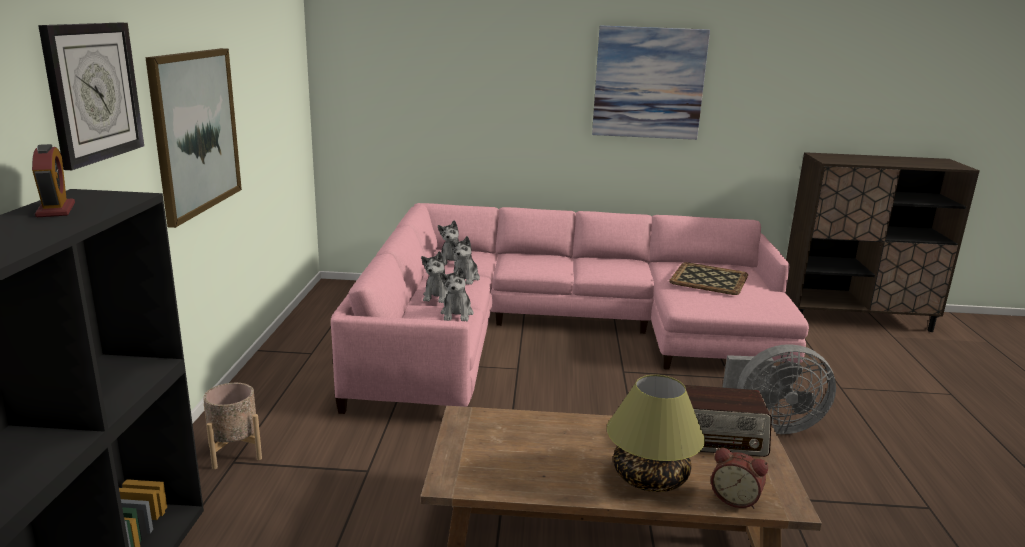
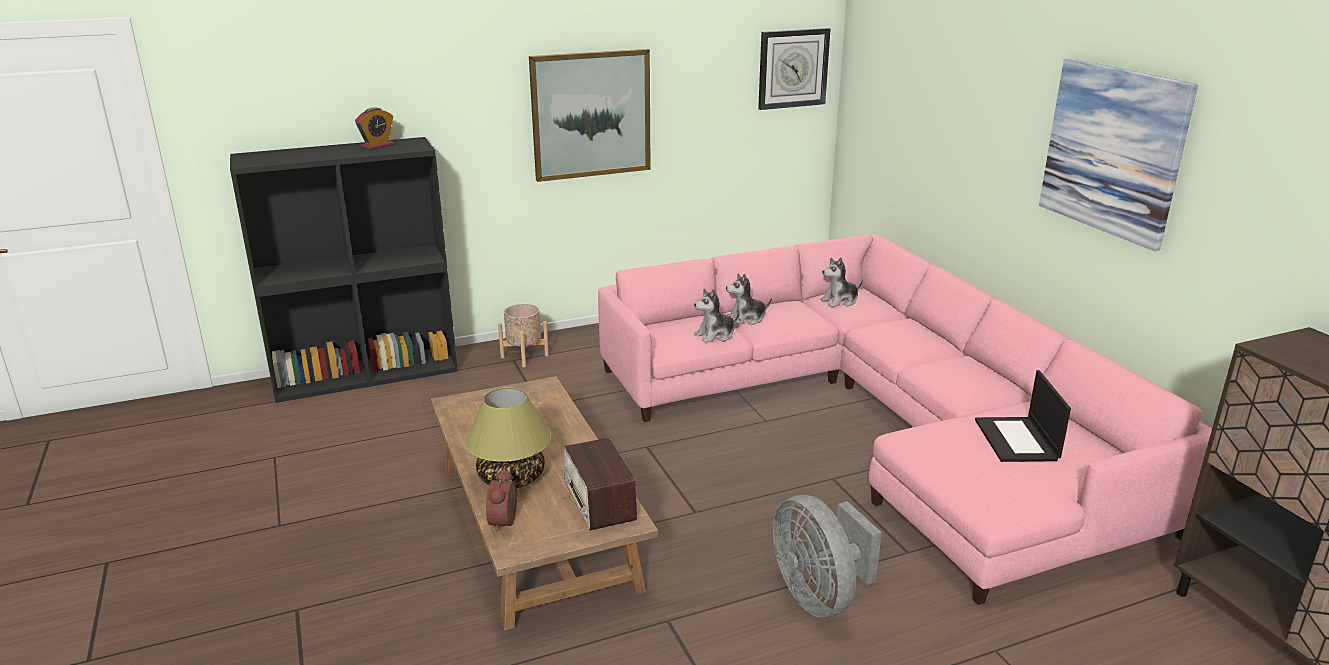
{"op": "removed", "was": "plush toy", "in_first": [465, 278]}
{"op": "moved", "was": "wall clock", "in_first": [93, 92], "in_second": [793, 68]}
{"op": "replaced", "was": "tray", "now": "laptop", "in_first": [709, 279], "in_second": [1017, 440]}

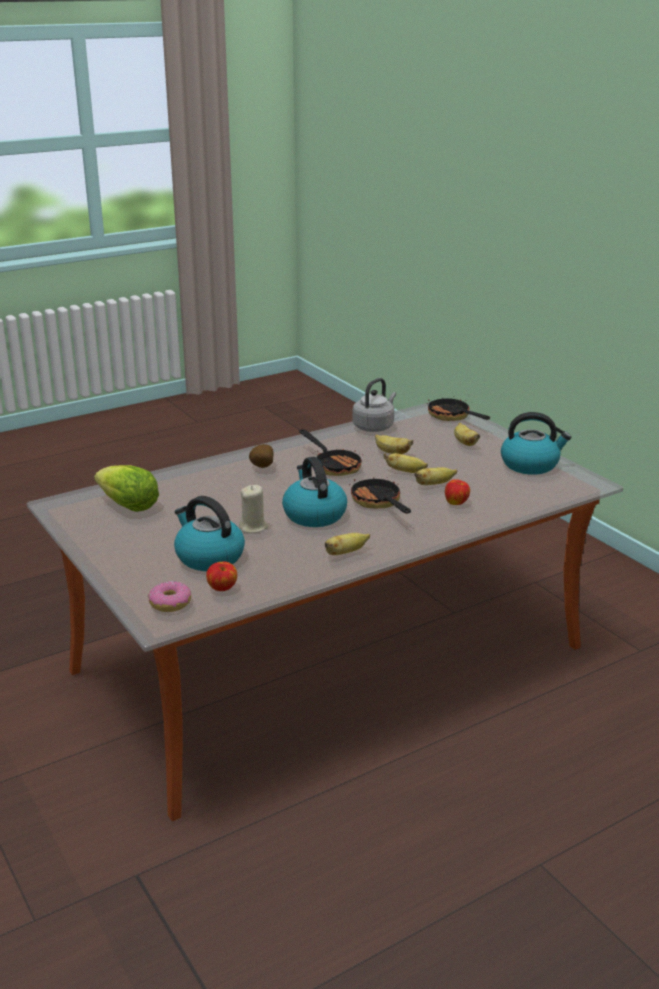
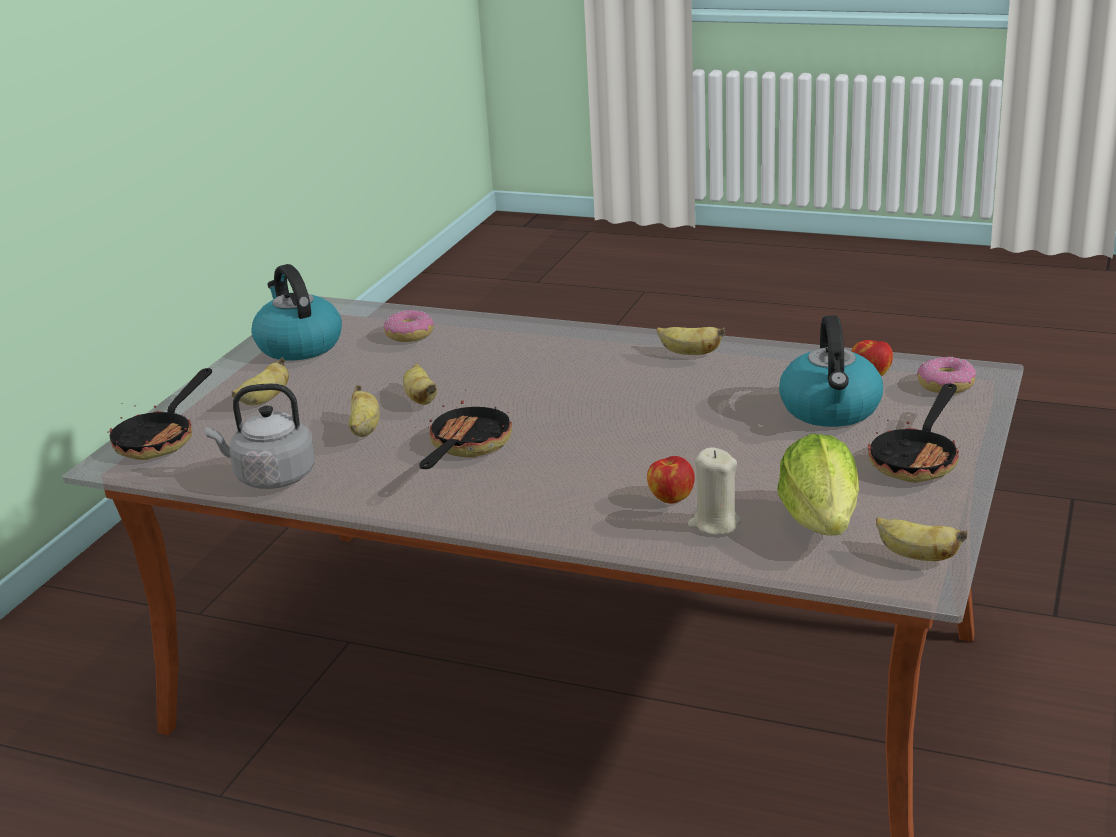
{"op": "removed", "was": "potato", "in_first": [261, 468]}
{"op": "removed", "was": "kettle", "in_first": [313, 514]}
{"op": "added", "now": "donut", "in_second": [410, 335]}
{"op": "moved", "was": "candle in beige", "in_first": [253, 527], "in_second": [714, 523]}
{"op": "moved", "was": "frying pan", "in_first": [378, 503], "in_second": [918, 459]}
{"op": "moved", "was": "banana", "in_first": [434, 484], "in_second": [916, 556]}
{"op": "moved", "was": "apple", "in_first": [456, 503], "in_second": [670, 498]}

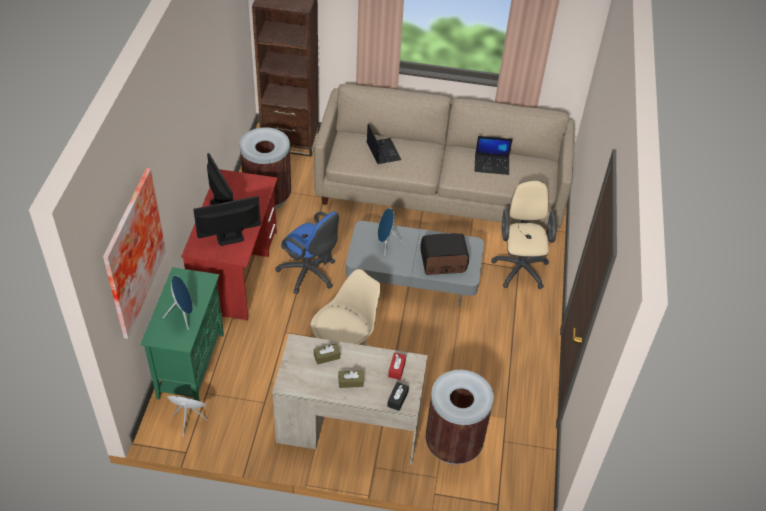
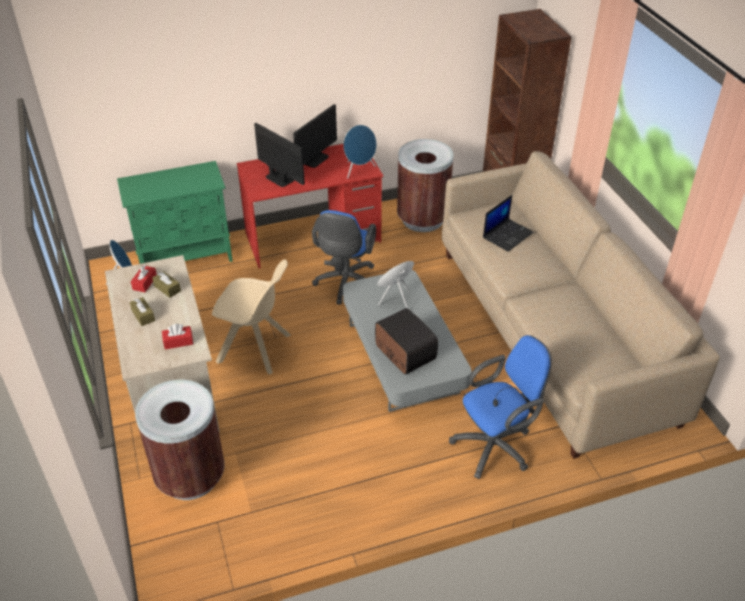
{"op": "removed", "was": "picture", "in_first": [130, 252]}
{"op": "removed", "was": "tissue box in black", "in_first": [397, 399]}
{"op": "removed", "was": "laptop", "in_first": [492, 164]}
{"op": "added", "now": "tissue box in red", "in_second": [145, 283]}
{"op": "moved", "was": "speaker in blue", "in_first": [183, 315], "in_second": [359, 170]}
{"op": "recoloured", "was": "office chair in beige", "now": "office chair in blue", "in_first": [520, 266], "in_second": [496, 445]}

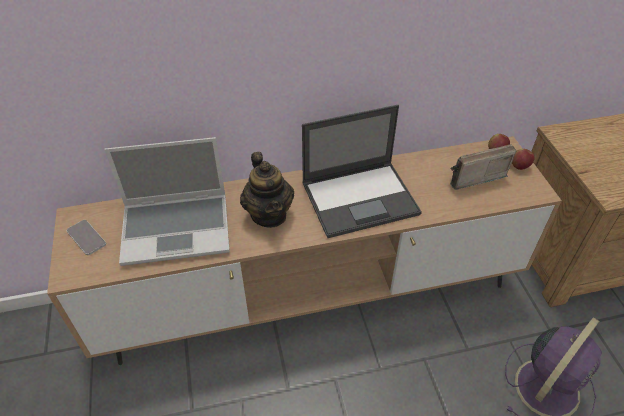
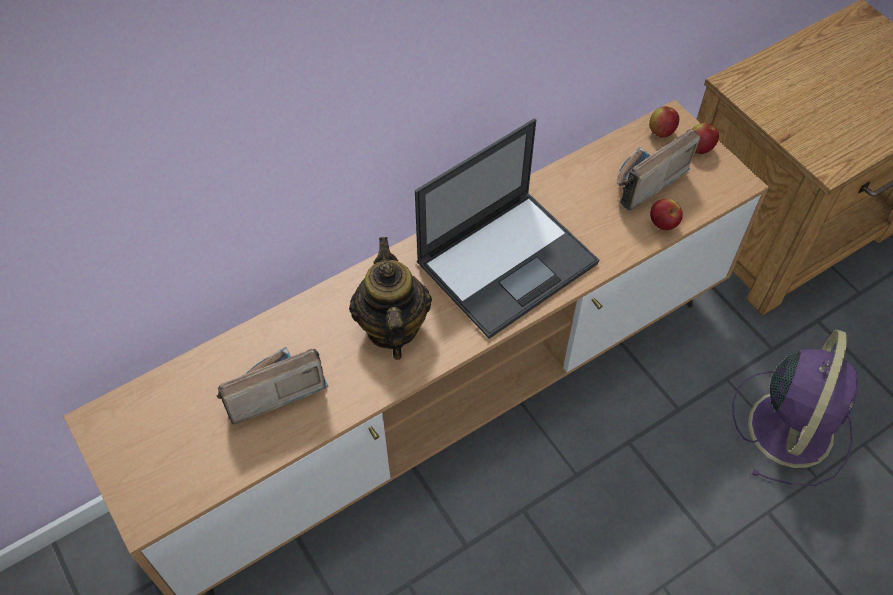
{"op": "removed", "was": "phone", "in_first": [86, 238]}
{"op": "added", "now": "apple", "in_second": [663, 224]}
{"op": "replaced", "was": "laptop", "now": "radio", "in_first": [178, 228], "in_second": [270, 390]}
{"op": "turned", "was": "teapot", "in_first": [269, 214], "in_second": [391, 327], "clockwise": -150}

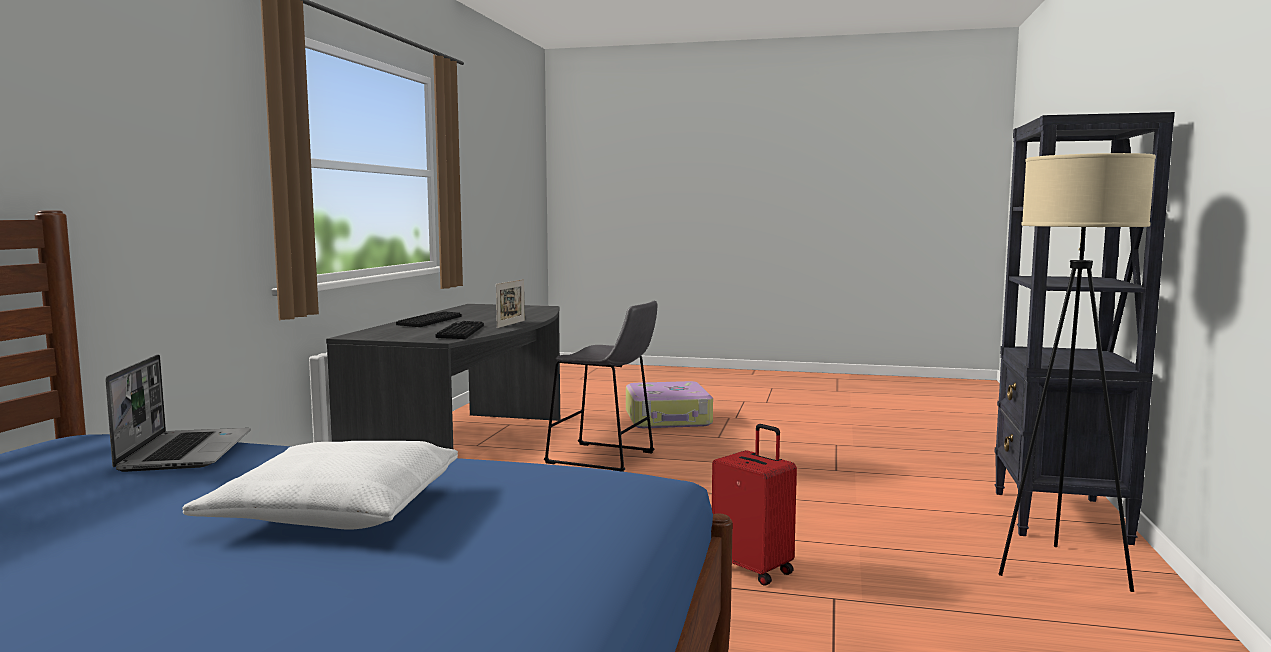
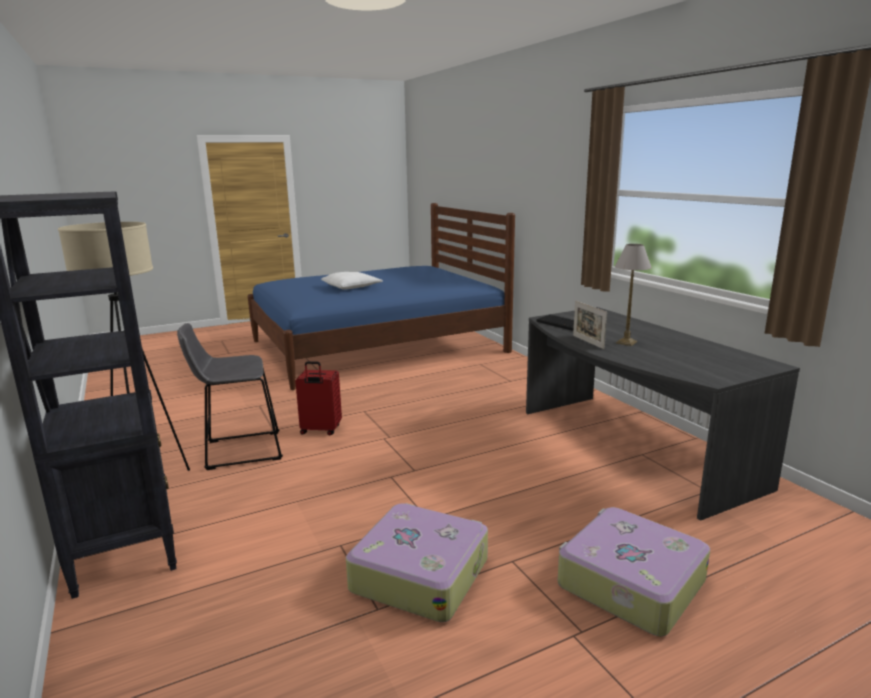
{"op": "removed", "was": "laptop", "in_first": [185, 452]}
{"op": "removed", "was": "keyboard", "in_first": [429, 321]}
{"op": "added", "now": "suitcase", "in_second": [419, 573]}
{"op": "added", "now": "table lamp", "in_second": [626, 342]}
{"op": "moved", "was": "stool in grey", "in_first": [605, 459], "in_second": [238, 451]}

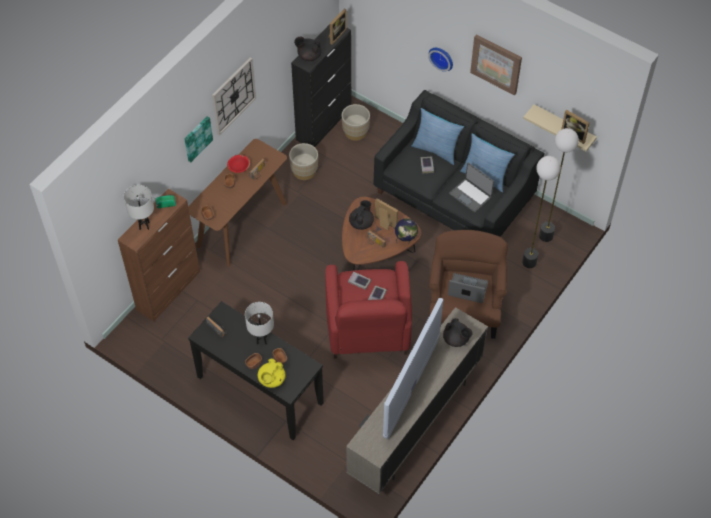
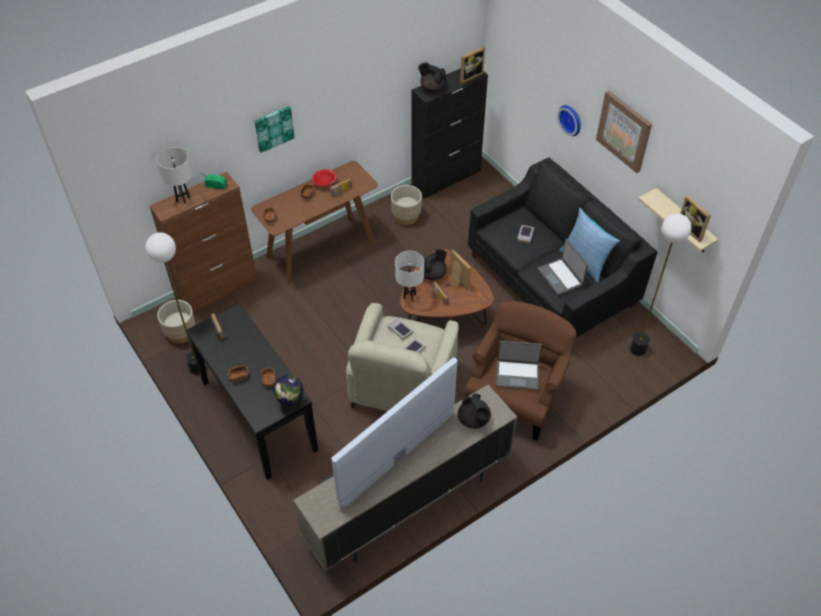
{"op": "removed", "was": "wall clock", "in_first": [233, 96]}
{"op": "removed", "was": "teapot in yellow", "in_first": [271, 380]}
{"op": "removed", "was": "pillow", "in_first": [436, 150]}
{"op": "moved", "was": "table lamp in white", "in_first": [261, 340], "in_second": [409, 296]}
{"op": "moved", "was": "planter in beige", "in_first": [355, 132], "in_second": [180, 333]}
{"op": "moved", "was": "globe", "in_first": [405, 240], "in_second": [290, 403]}
{"op": "moved", "was": "floor lamp", "in_first": [529, 262], "in_second": [197, 367]}
{"op": "recoloured", "was": "armchair in red", "now": "armchair in beige", "in_first": [368, 327], "in_second": [402, 386]}
{"op": "turned", "was": "laptop", "in_first": [467, 290], "in_second": [517, 374], "clockwise": 150}

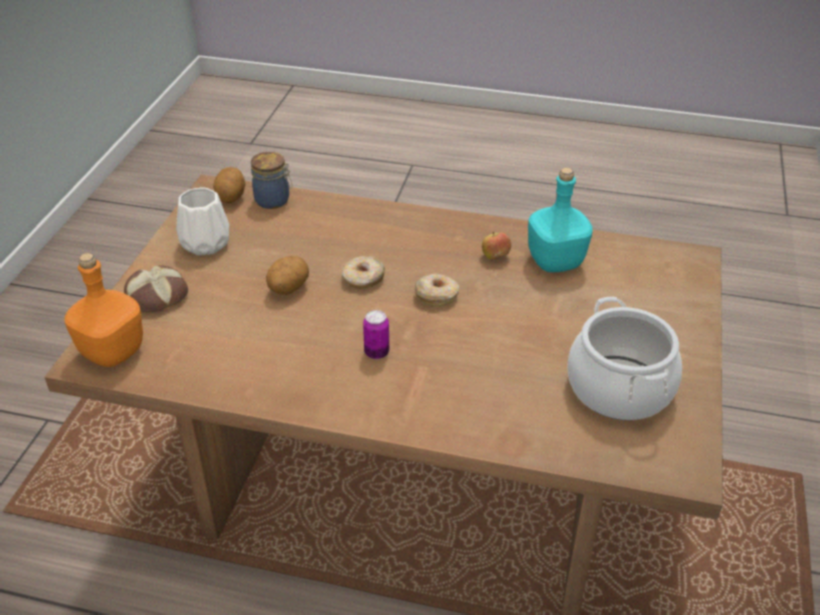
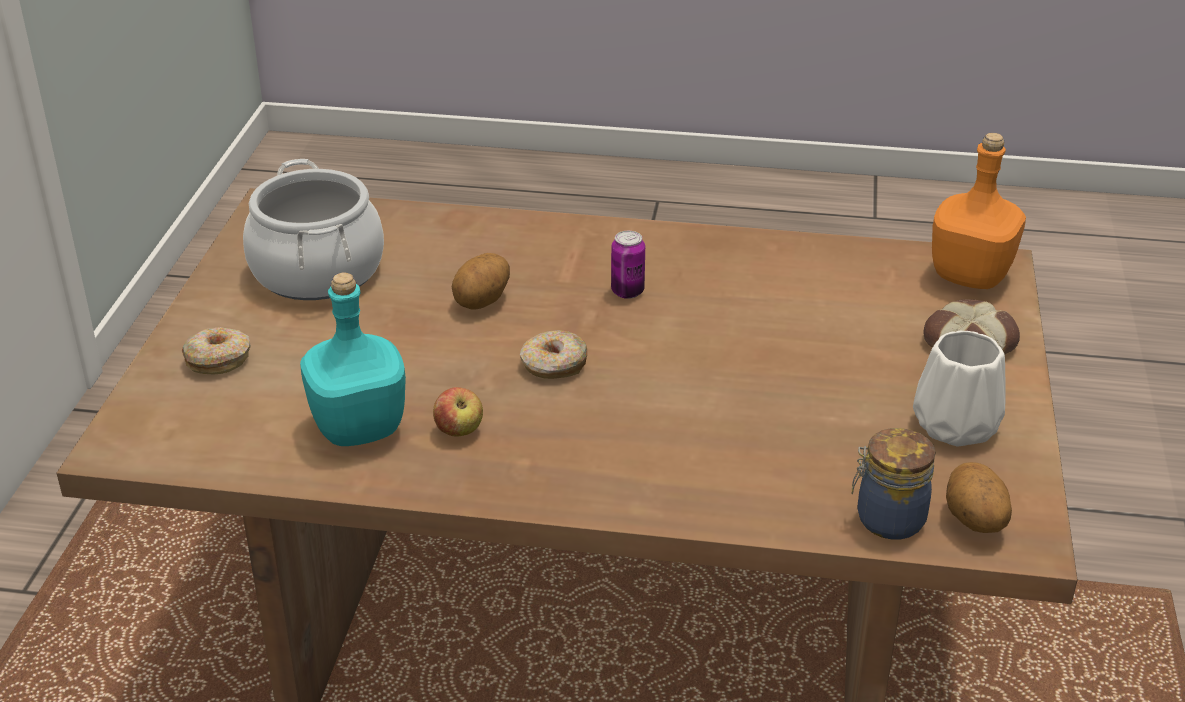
{"op": "moved", "was": "potato", "in_first": [288, 288], "in_second": [483, 301]}
{"op": "moved", "was": "donut", "in_first": [363, 278], "in_second": [218, 359]}

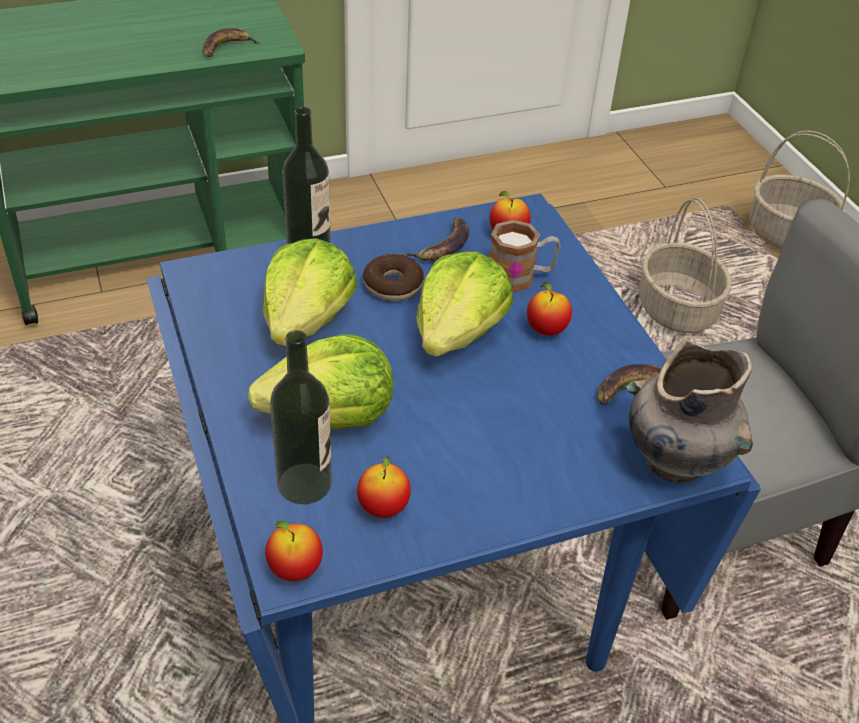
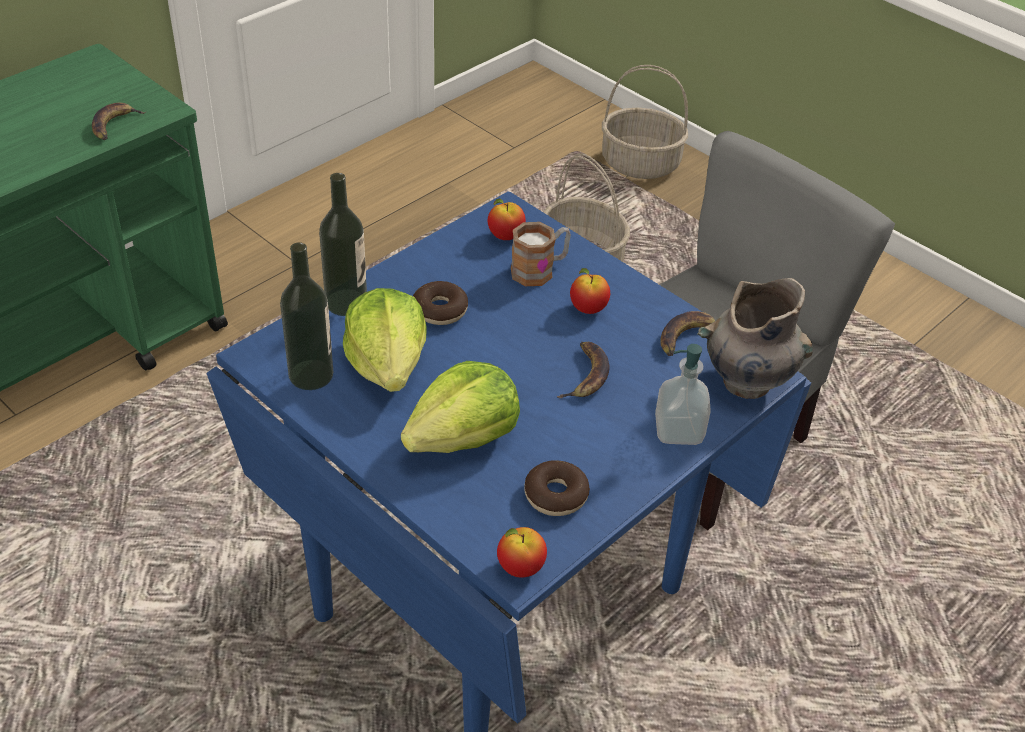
{"op": "removed", "was": "lettuce", "in_first": [459, 332]}
{"op": "added", "now": "soap dispenser", "in_second": [678, 430]}
{"op": "moved", "was": "bottle", "in_first": [304, 483], "in_second": [311, 375]}
{"op": "moved", "was": "banana", "in_first": [442, 245], "in_second": [585, 375]}
{"op": "replaced", "was": "apple", "now": "donut", "in_first": [383, 507], "in_second": [556, 495]}

